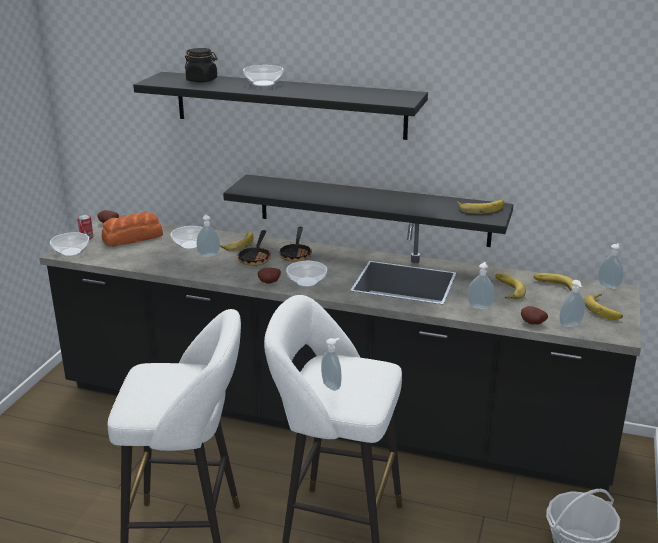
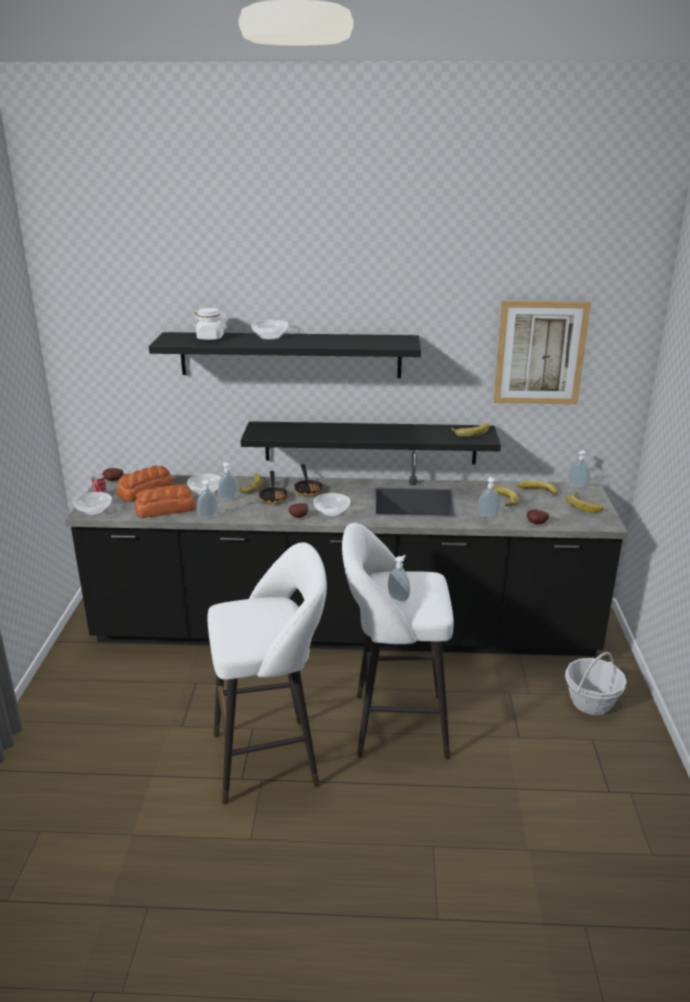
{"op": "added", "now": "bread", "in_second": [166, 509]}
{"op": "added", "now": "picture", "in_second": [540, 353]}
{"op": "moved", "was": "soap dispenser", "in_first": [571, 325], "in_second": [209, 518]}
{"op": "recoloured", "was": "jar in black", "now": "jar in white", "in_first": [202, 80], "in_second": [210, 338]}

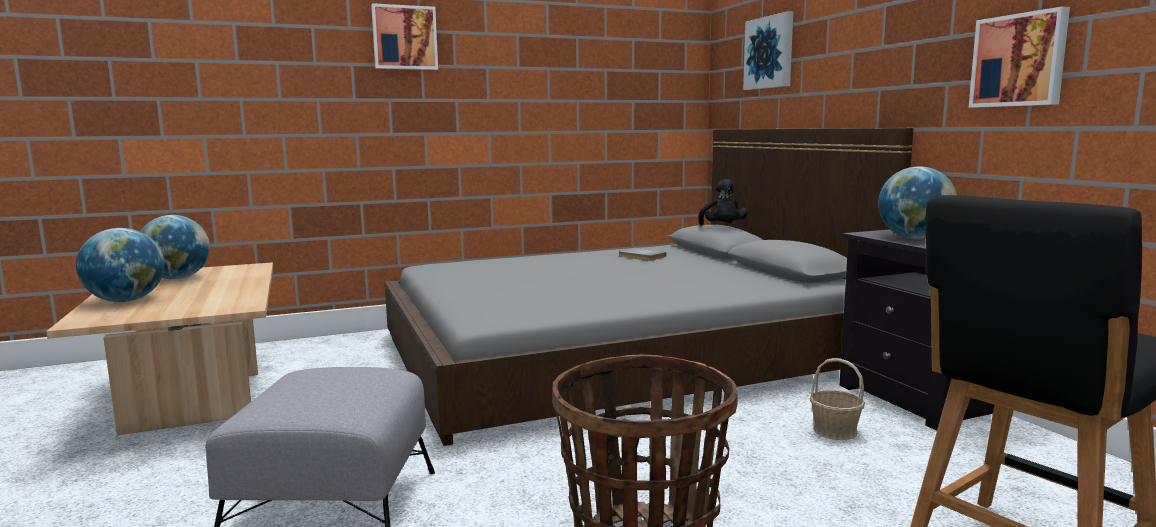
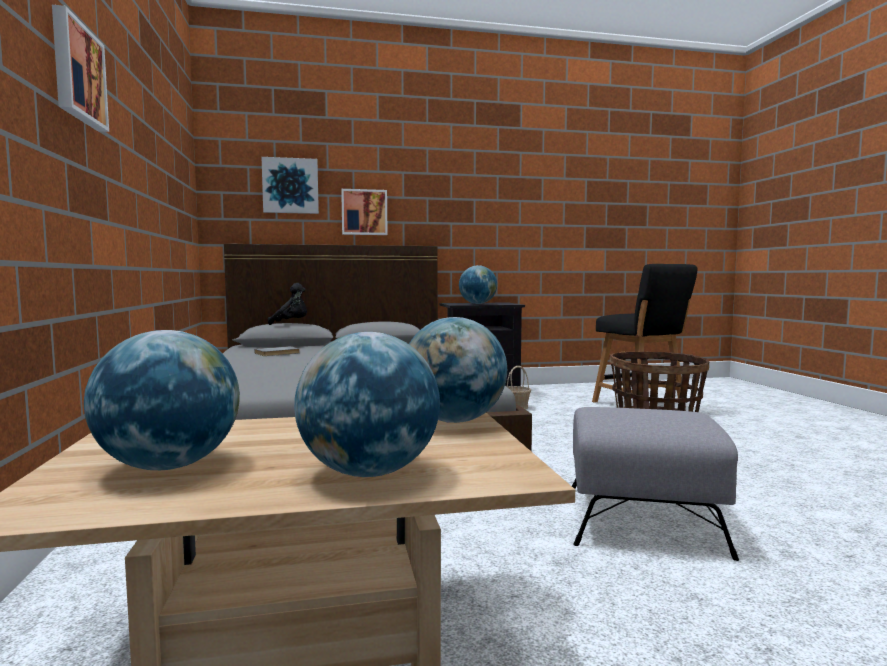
{"op": "added", "now": "globe", "in_second": [454, 421]}
{"op": "moved", "was": "picture", "in_first": [1019, 60], "in_second": [364, 212]}

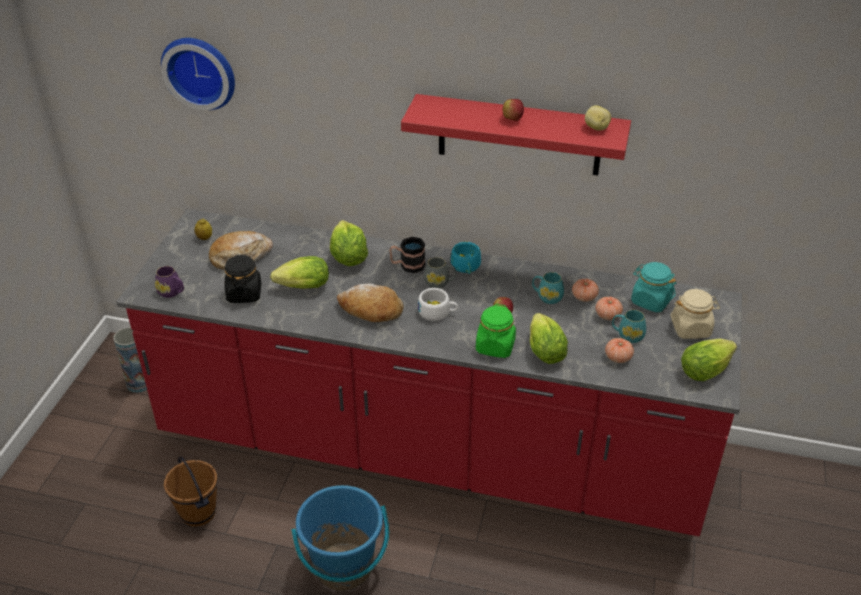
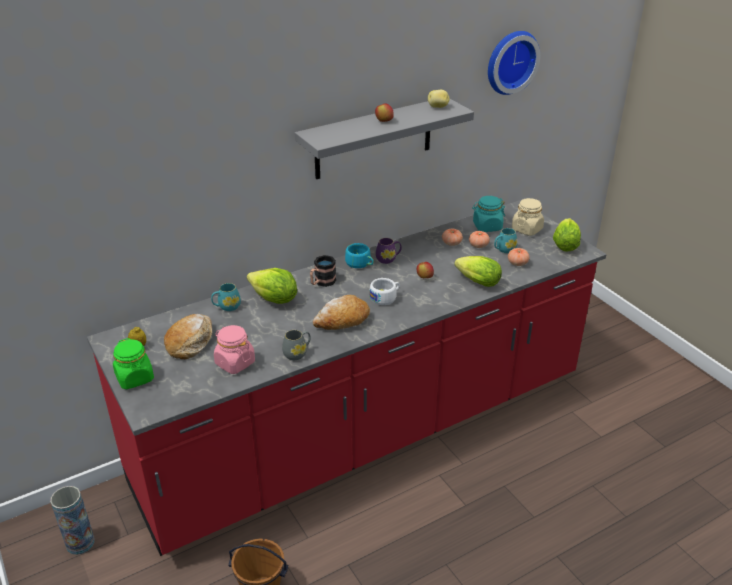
{"op": "removed", "was": "lettuce", "in_first": [300, 287]}
{"op": "removed", "was": "bucket in blue", "in_first": [344, 567]}
{"op": "moved", "was": "mug in purple", "in_first": [172, 292], "in_second": [388, 259]}
{"op": "moved", "was": "wall clock", "in_first": [200, 71], "in_second": [509, 61]}
{"op": "moved", "was": "mug in grey", "in_first": [440, 283], "in_second": [297, 353]}
{"op": "moved", "was": "jar in green", "in_first": [495, 346], "in_second": [135, 378]}
{"op": "moved", "was": "mug in turquoise", "in_first": [547, 297], "in_second": [227, 307]}
{"op": "recoloured", "was": "jar in black", "now": "jar in pink", "in_first": [244, 293], "in_second": [235, 363]}
{"op": "recoloured", "was": "shelf in red", "now": "shelf in grey", "in_first": [519, 135], "in_second": [374, 138]}

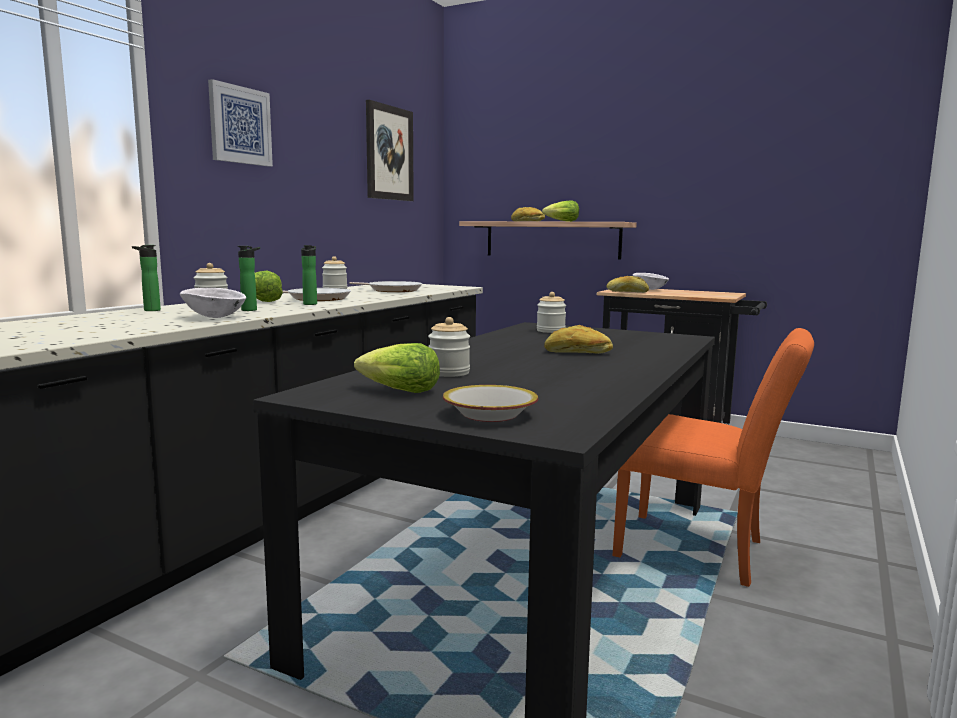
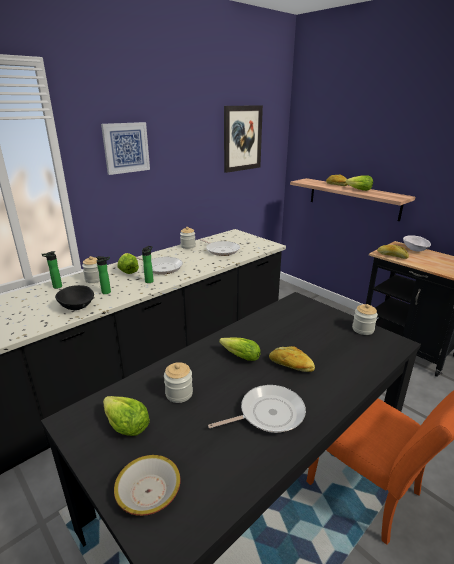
{"op": "added", "now": "frying pan", "in_second": [268, 413]}
{"op": "added", "now": "lettuce", "in_second": [238, 356]}
{"op": "moved", "was": "jar", "in_first": [550, 331], "in_second": [363, 329]}
{"op": "recoloured", "was": "bowl in white", "now": "bowl in black", "in_first": [215, 317], "in_second": [77, 307]}

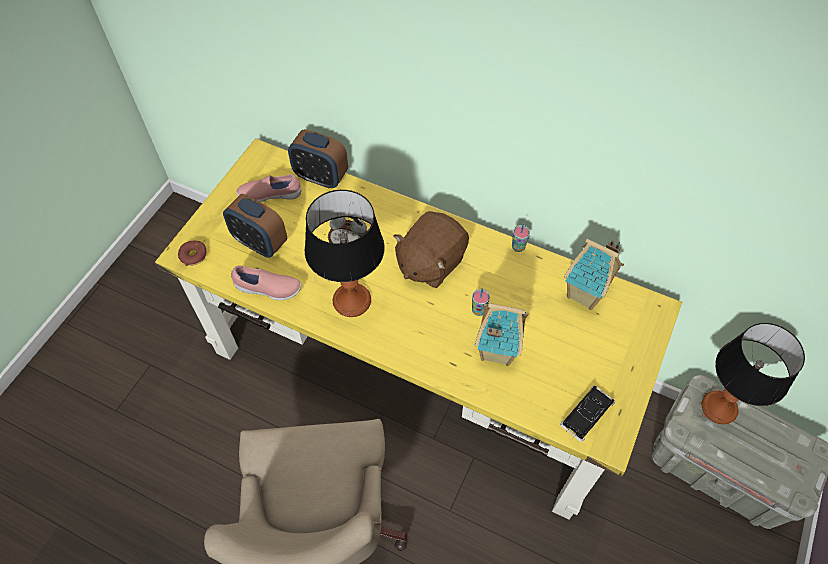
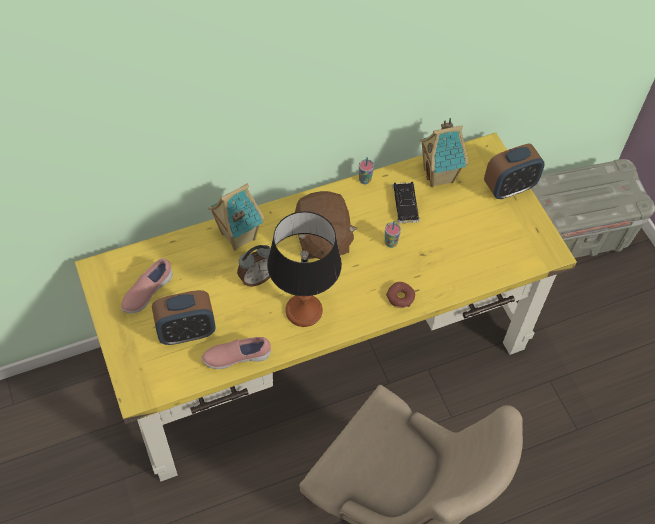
{"op": "removed", "was": "table lamp", "in_first": [719, 407]}
{"op": "moved", "was": "donut", "in_first": [193, 256], "in_second": [400, 297]}
{"op": "moved", "was": "alarm clock", "in_first": [321, 177], "in_second": [509, 188]}
{"op": "moved", "was": "toy house", "in_first": [496, 350], "in_second": [237, 236]}
{"op": "moved", "was": "toy car in black", "in_first": [586, 414], "in_second": [405, 204]}
{"op": "turned", "was": "shoe in pink", "in_first": [268, 289], "in_second": [236, 357], "clockwise": -150}

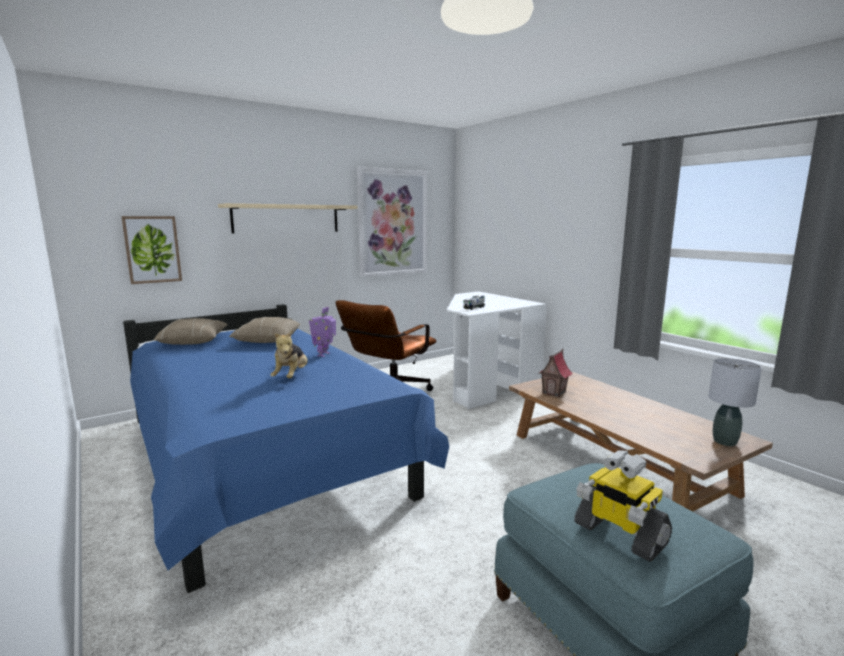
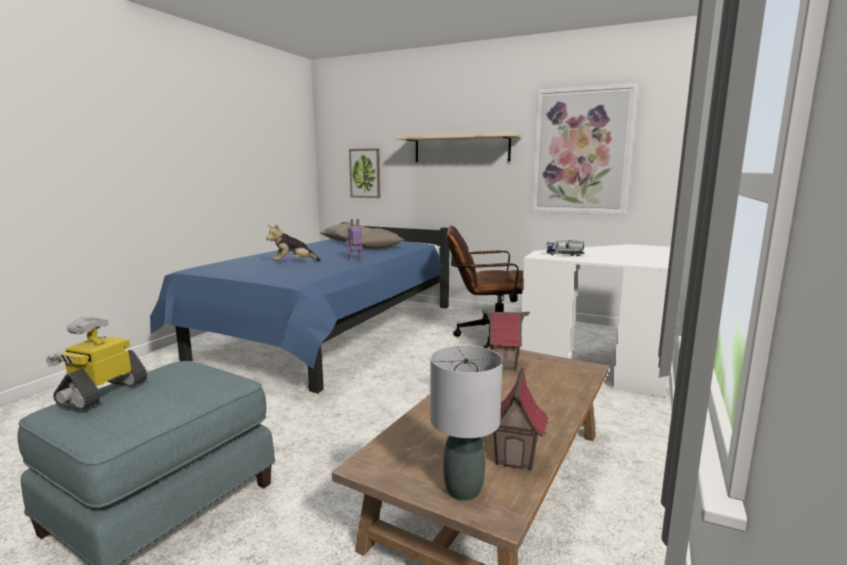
{"op": "added", "now": "toy house", "in_second": [516, 457]}

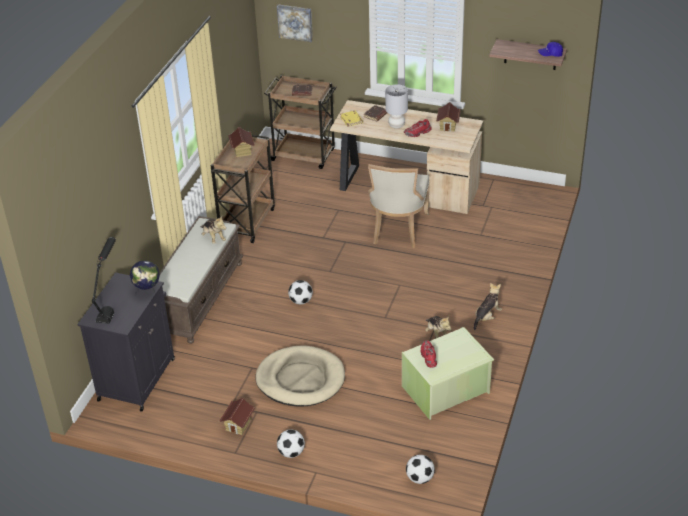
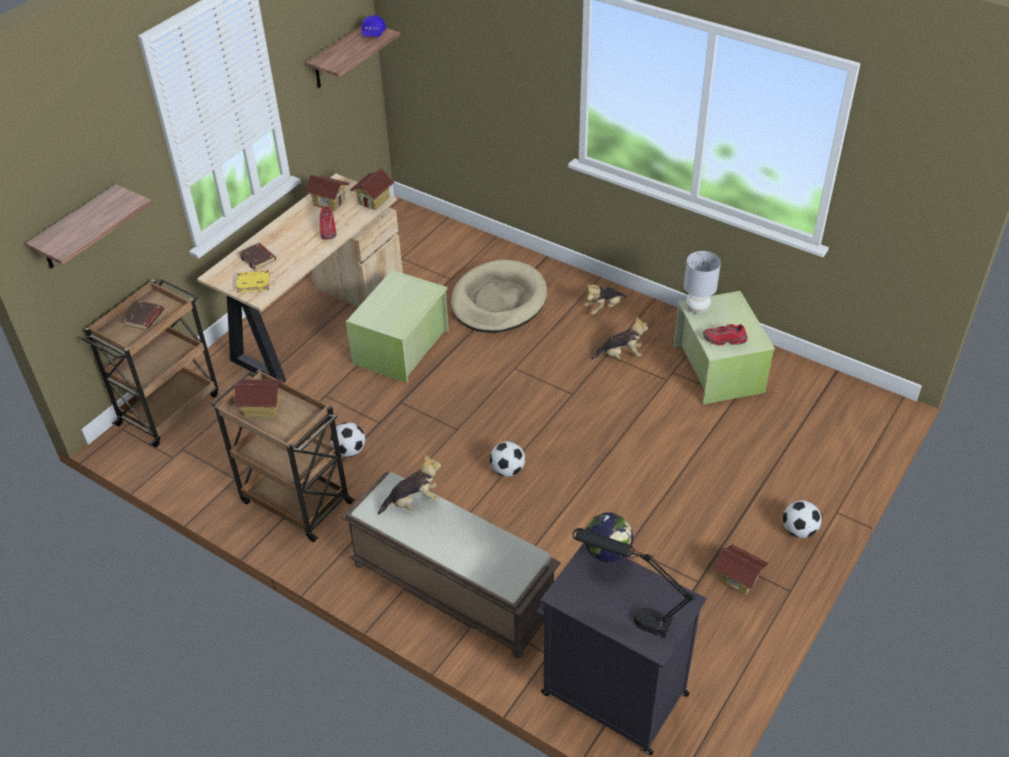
{"op": "added", "now": "toy house", "in_second": [374, 201]}
{"op": "moved", "was": "dog bed in beige", "in_first": [300, 379], "in_second": [498, 301]}
{"op": "moved", "was": "table lamp in grey", "in_first": [396, 126], "in_second": [697, 308]}
{"op": "moved", "was": "football", "in_first": [420, 478], "in_second": [349, 451]}
{"op": "replaced", "was": "picture", "now": "shelf", "in_first": [295, 22], "in_second": [77, 229]}
{"op": "replaced", "was": "chair in beige", "now": "storage box in green", "in_first": [398, 230], "in_second": [403, 347]}
{"op": "turned", "was": "plush toy", "in_first": [487, 317], "in_second": [603, 308], "clockwise": -90}

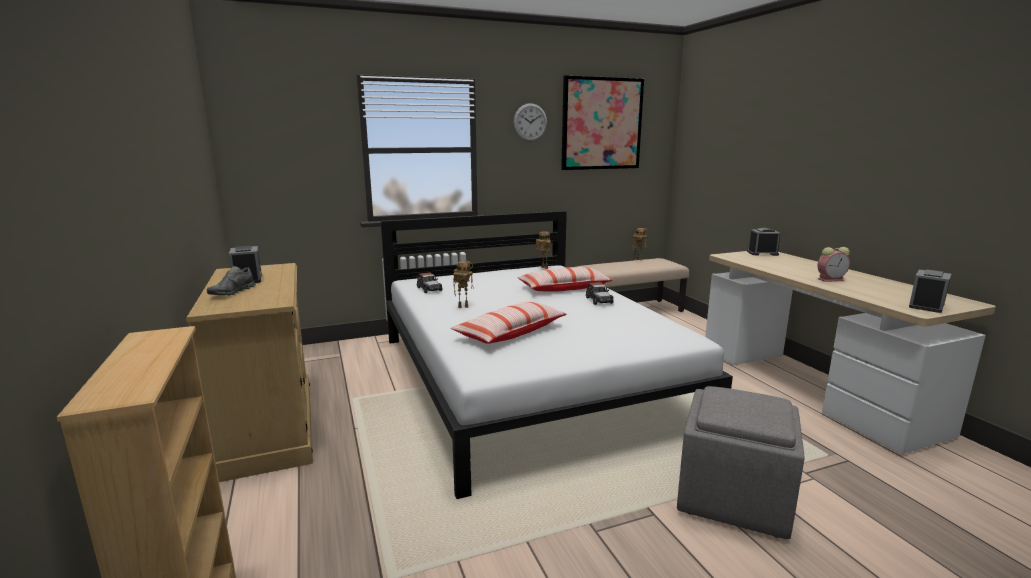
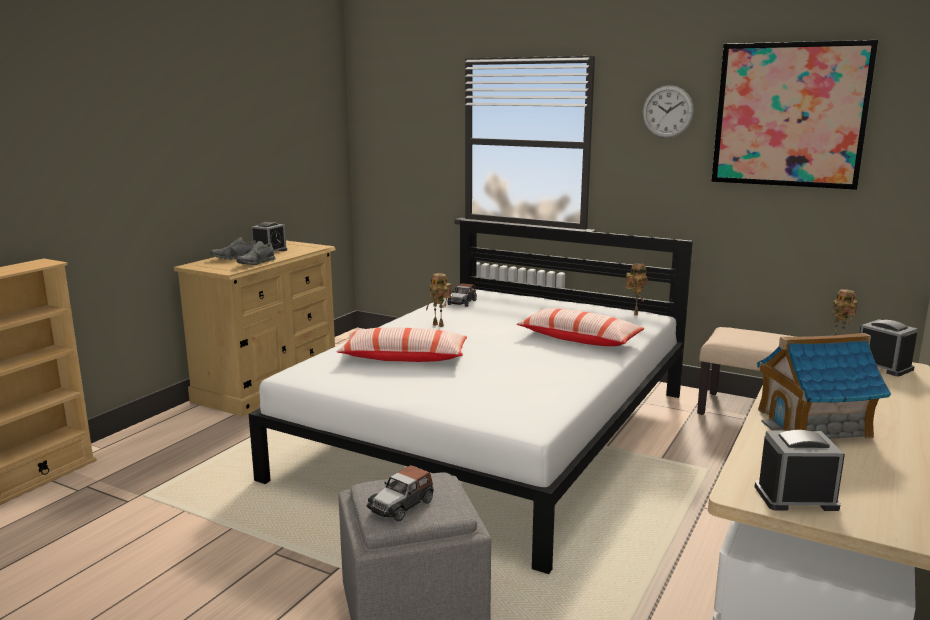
{"op": "added", "now": "shoe in grey", "in_second": [256, 263]}
{"op": "moved", "was": "toy car", "in_first": [599, 300], "in_second": [401, 505]}
{"op": "replaced", "was": "alarm clock", "now": "toy house", "in_first": [831, 280], "in_second": [814, 423]}

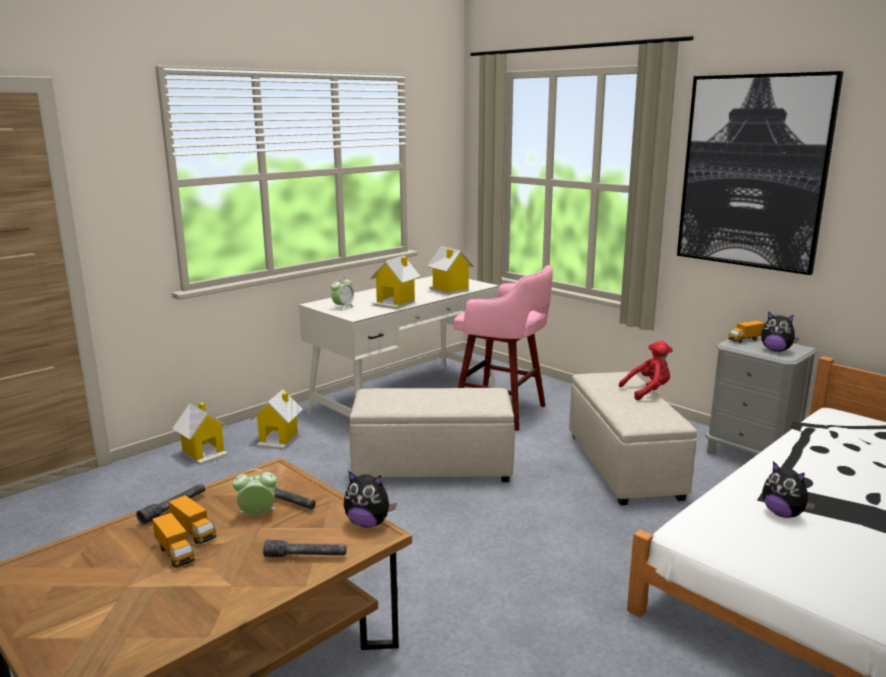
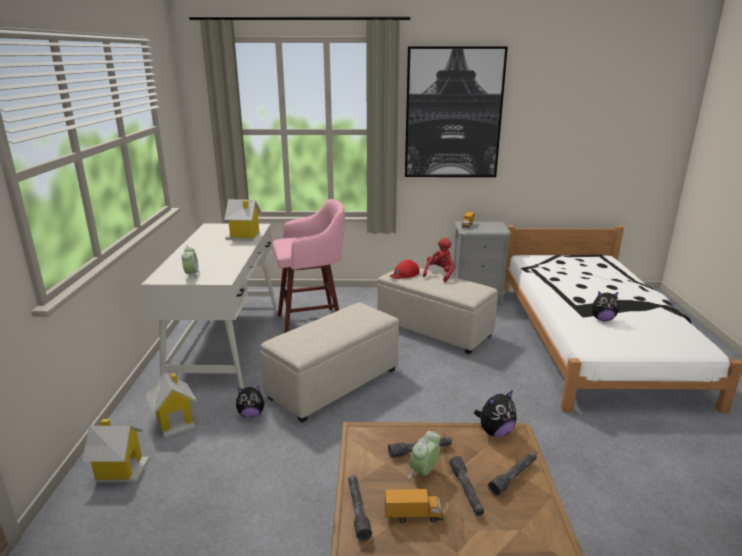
{"op": "removed", "was": "toy truck", "in_first": [175, 553]}
{"op": "removed", "was": "toy house", "in_first": [395, 303]}
{"op": "added", "now": "cap in red", "in_second": [404, 274]}
{"op": "added", "now": "flashlight in grey", "in_second": [466, 491]}
{"op": "moved", "was": "plush toy", "in_first": [776, 350], "in_second": [251, 414]}

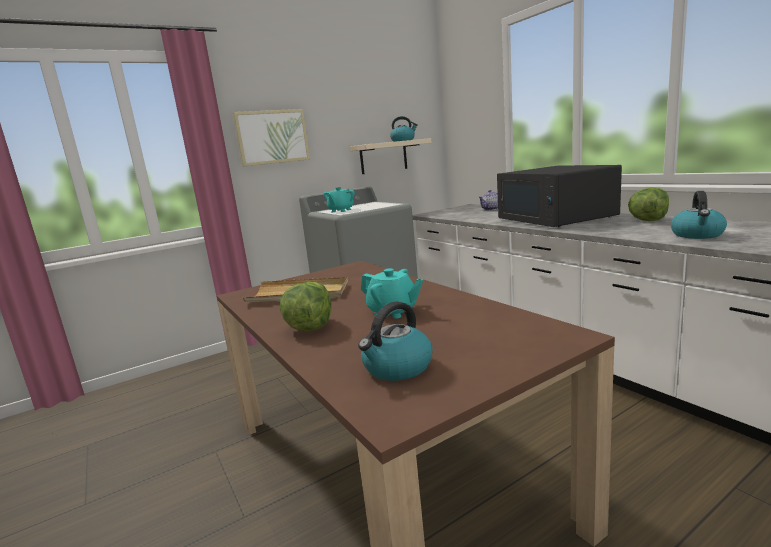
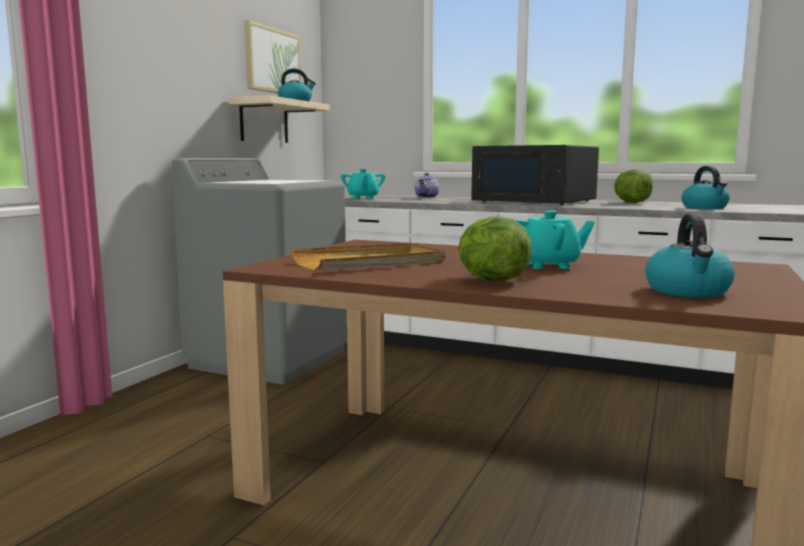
{"op": "moved", "was": "picture", "in_first": [272, 137], "in_second": [272, 61]}
{"op": "moved", "was": "teapot in turquoise", "in_first": [341, 211], "in_second": [363, 198]}

